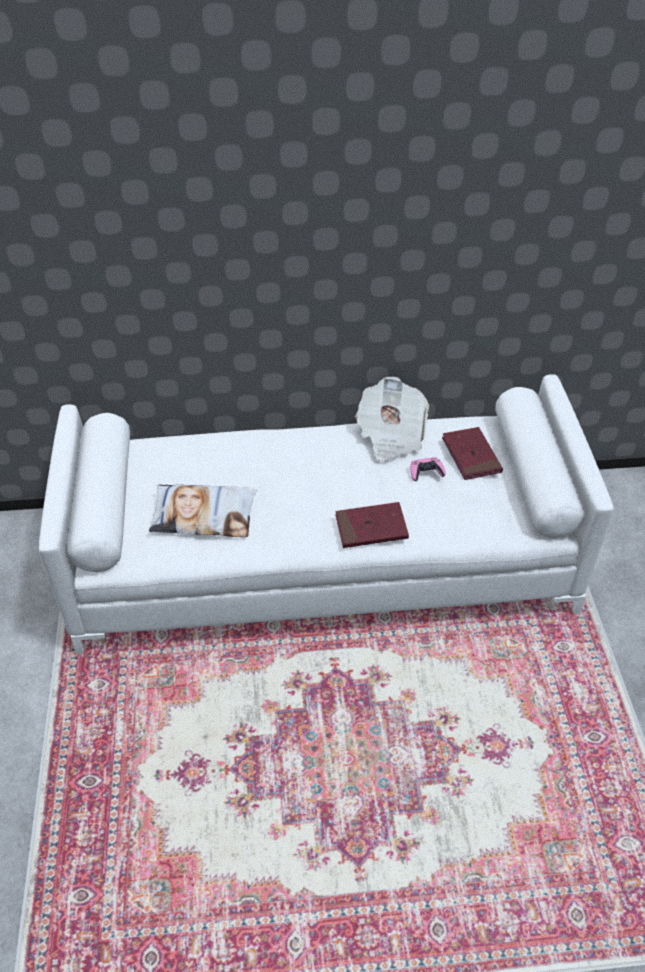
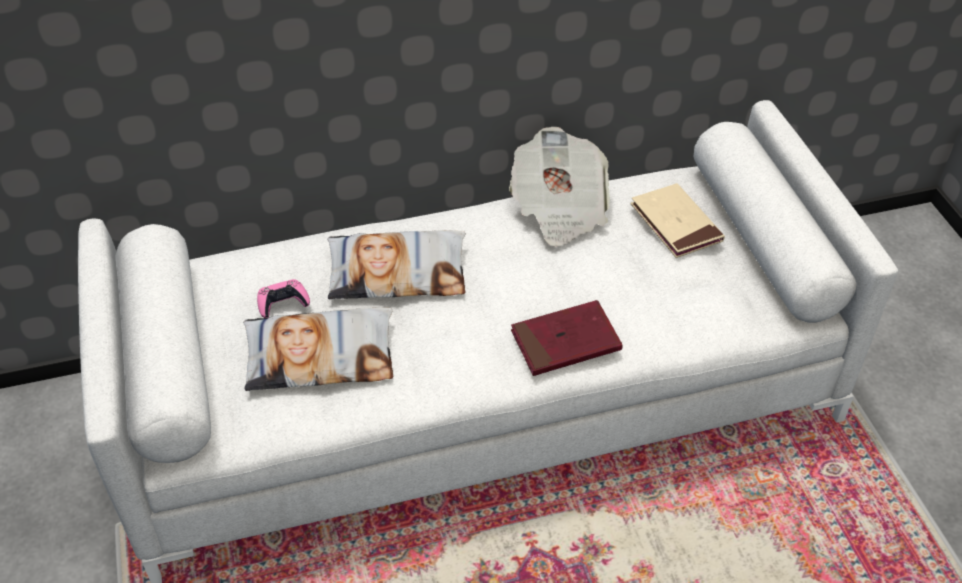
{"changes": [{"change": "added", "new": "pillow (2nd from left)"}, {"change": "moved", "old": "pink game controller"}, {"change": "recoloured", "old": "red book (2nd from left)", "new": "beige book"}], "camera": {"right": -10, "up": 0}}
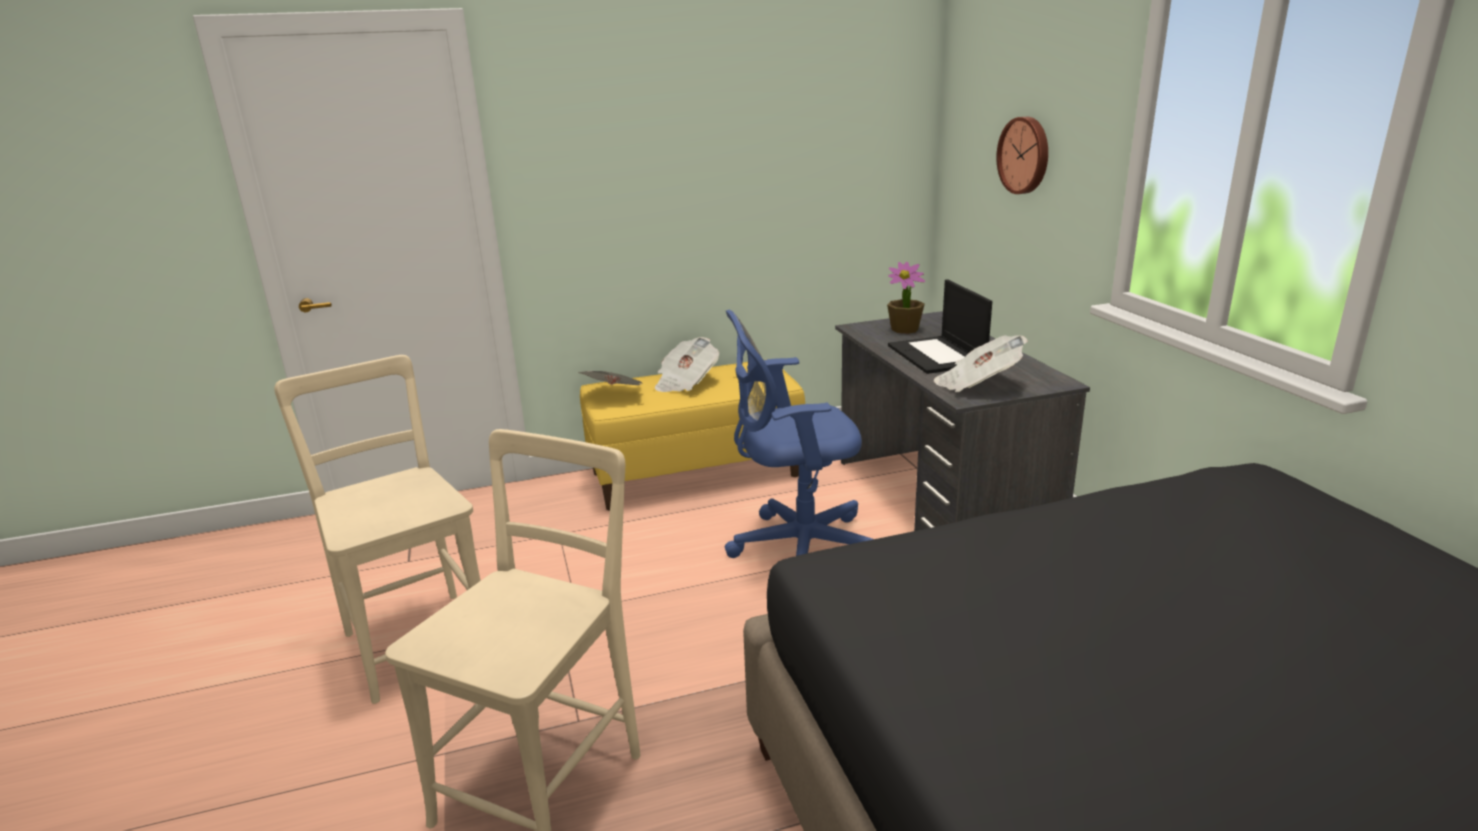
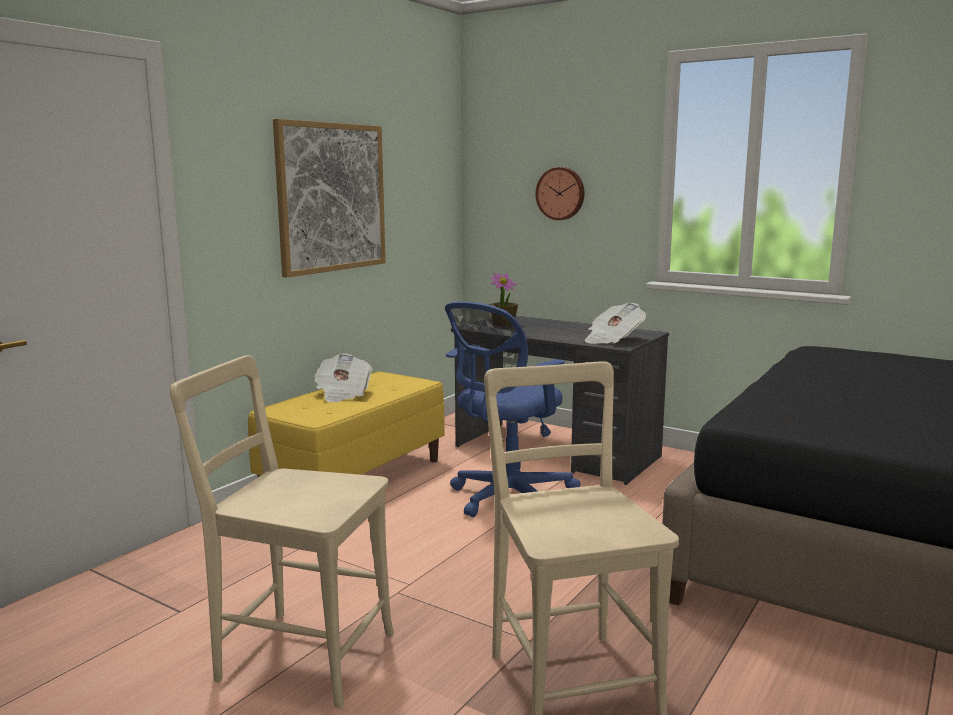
{"changes": [{"change": "removed", "old": "newspaper (1st from left)"}, {"change": "removed", "old": "laptop"}, {"change": "added", "new": "picture"}], "camera": {"right": -40, "up": -10}}
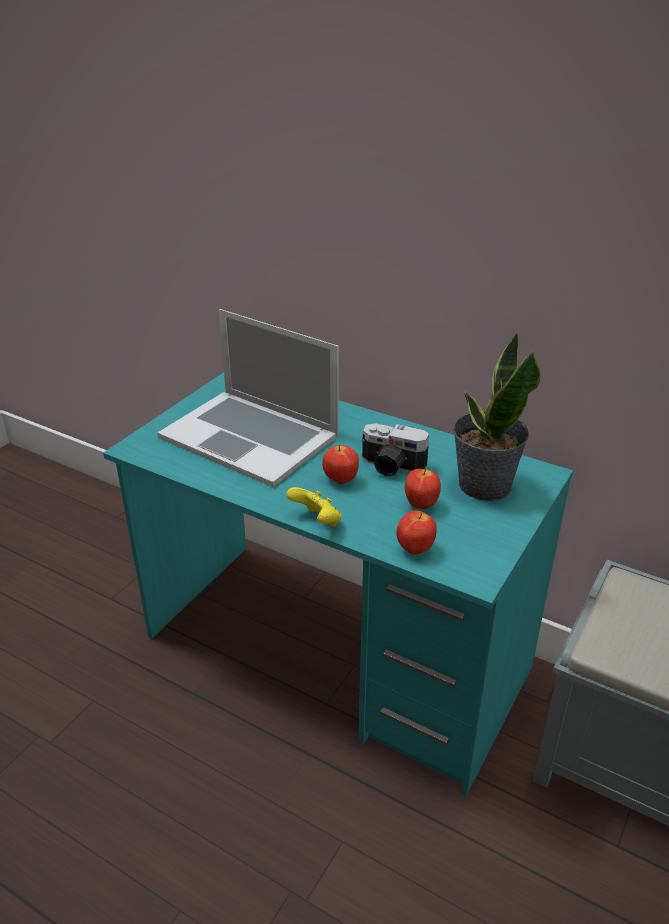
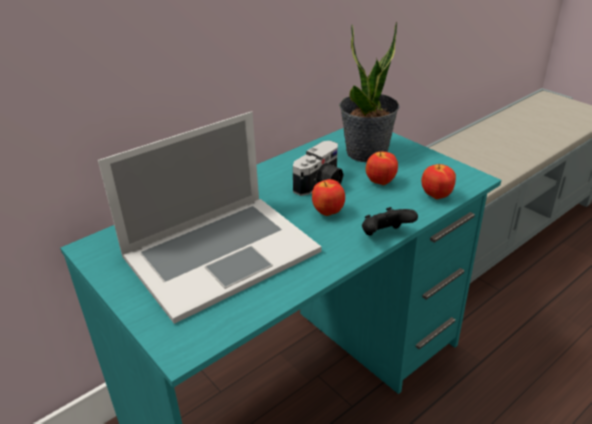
{"changes": [{"change": "recoloured", "old": "yellow game controller", "new": "black game controller"}], "camera": {"right": -70, "up": 0}}
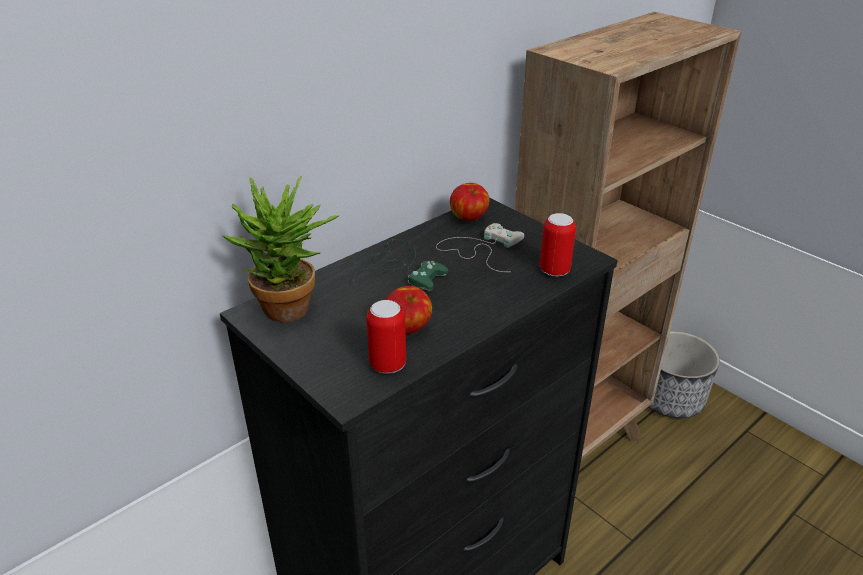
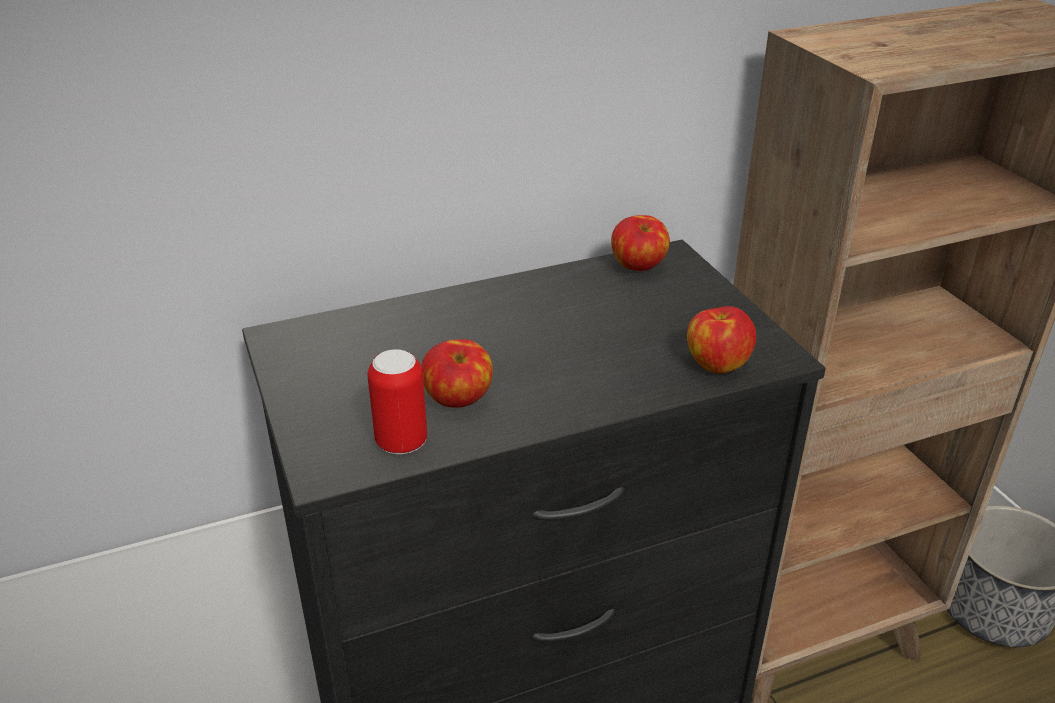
{"changes": [{"change": "removed", "old": "potted plant"}, {"change": "removed", "old": "green game controller"}, {"change": "removed", "old": "white game controller"}, {"change": "replaced", "old": "can (2nd from left)", "new": "apple (3rd from left)"}], "camera": {"right": 20, "up": 0}}
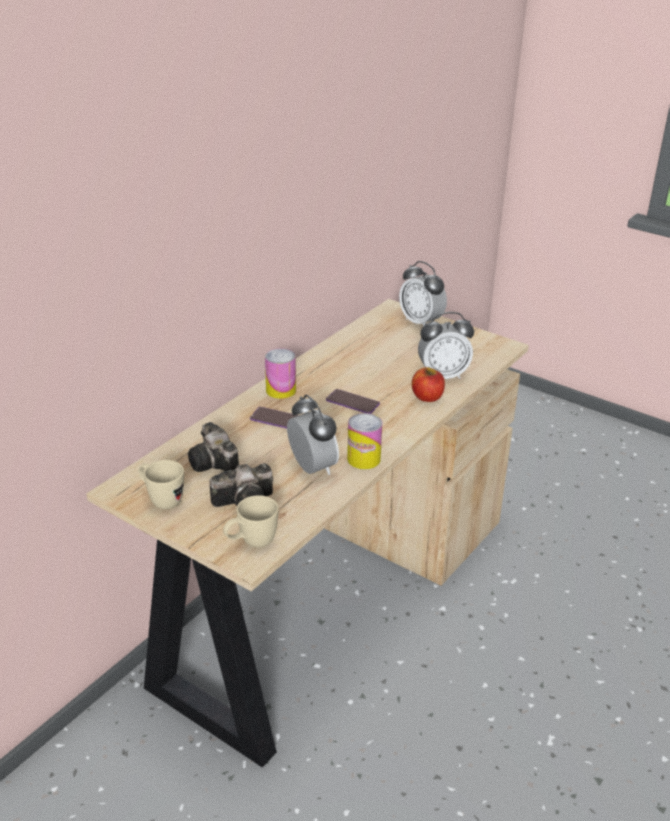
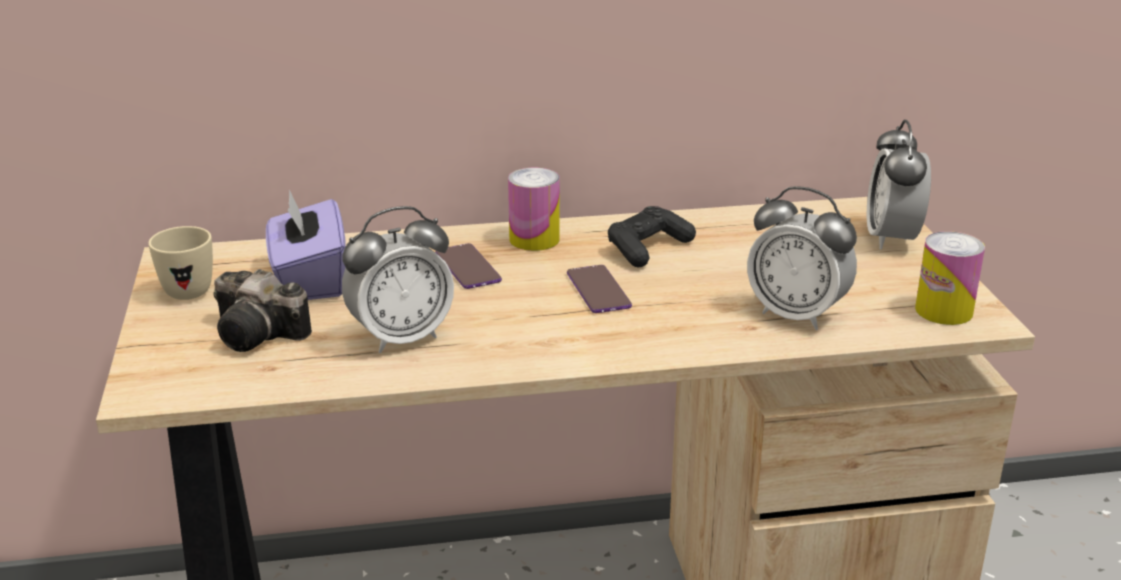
{"changes": [{"change": "removed", "old": "beige mug (2nd from left)"}, {"change": "removed", "old": "apple"}, {"change": "added", "new": "black game controller"}, {"change": "moved", "old": "can (2nd from left)"}, {"change": "replaced", "old": "photo camera (1st from left)", "new": "purple tissue box"}, {"change": "turned", "old": "alarm clock (1st from left)", "degrees": 45}], "camera": {"right": 45, "up": -5}}
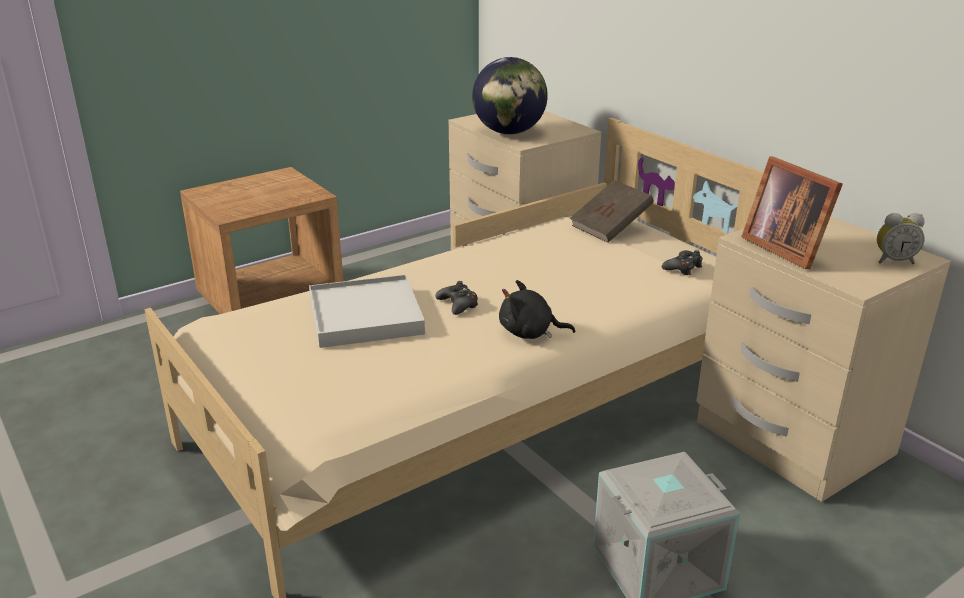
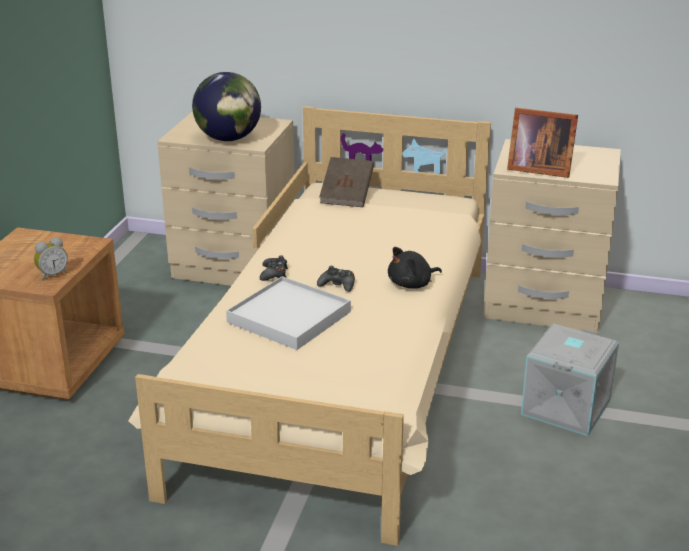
{"changes": [{"change": "moved", "old": "black game controller (2nd from left in the first image)", "new": "black game controller (1st from left)"}, {"change": "moved", "old": "alarm clock"}], "camera": {"right": -40, "up": 0}}
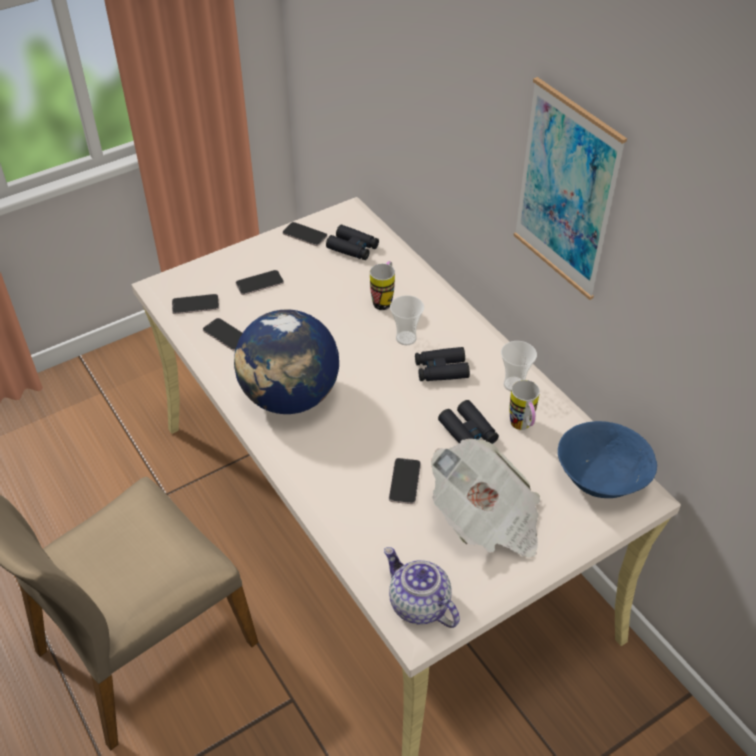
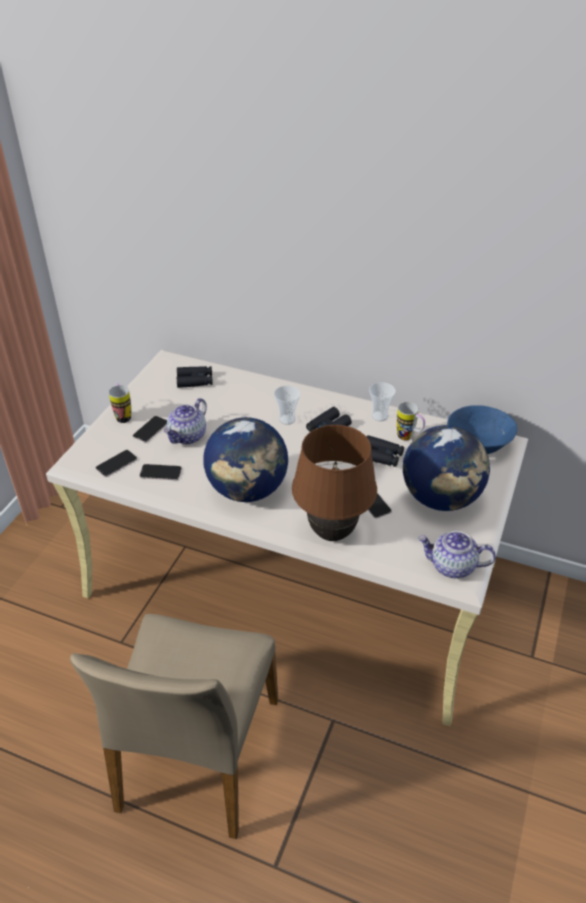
{"changes": [{"change": "removed", "old": "phone (4th from left)"}, {"change": "removed", "old": "picture"}, {"change": "added", "new": "teapot (1st from left)"}, {"change": "added", "new": "brown table lamp"}, {"change": "moved", "old": "mug (1st from left)"}, {"change": "replaced", "old": "newspaper", "new": "globe (2nd from left)"}], "camera": {"right": -35, "up": -5}}
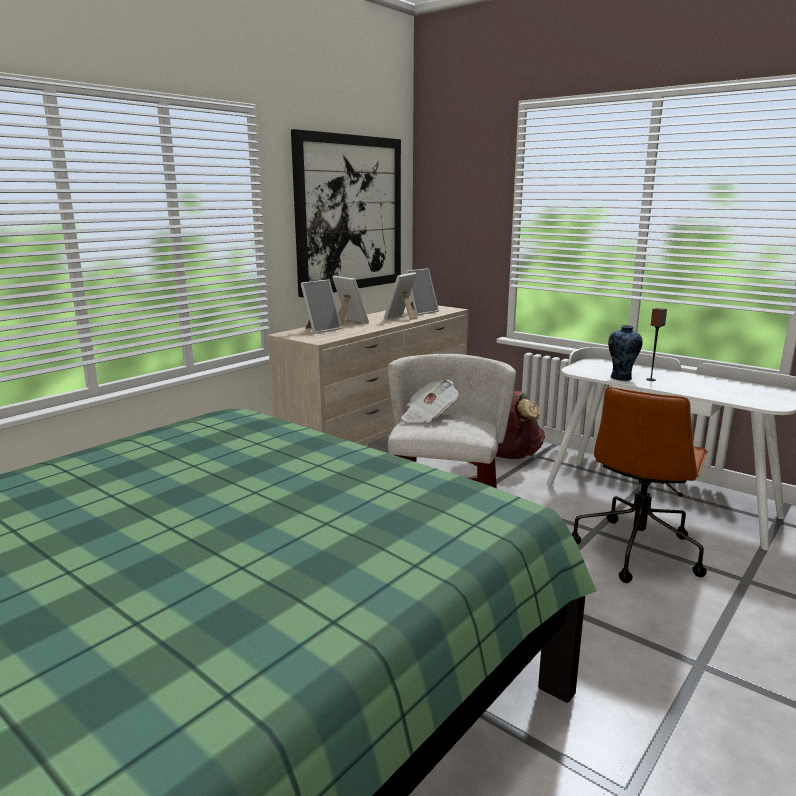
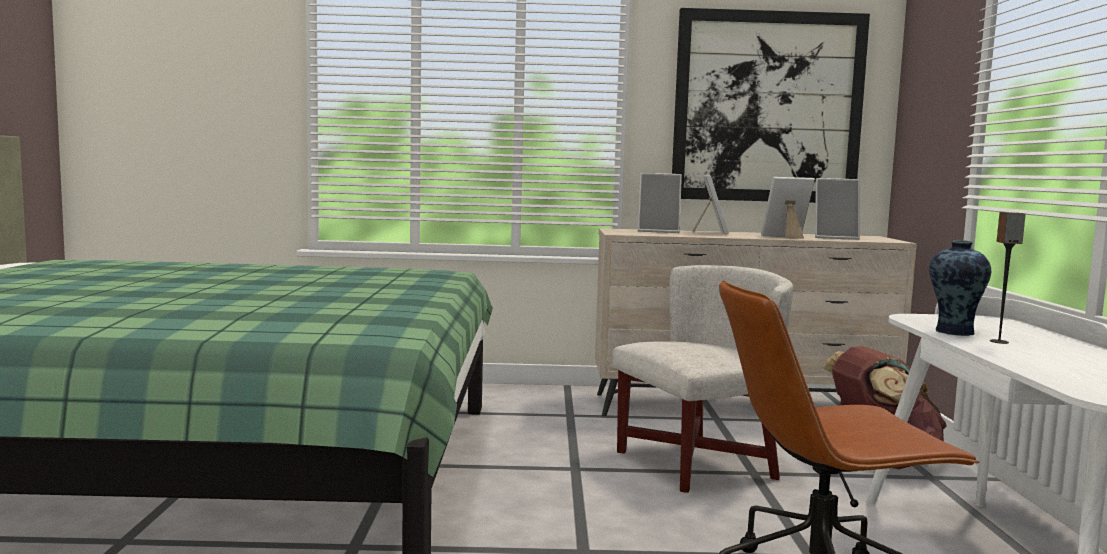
{"changes": [{"change": "removed", "old": "newspaper"}], "camera": {"right": 50, "up": -10}}
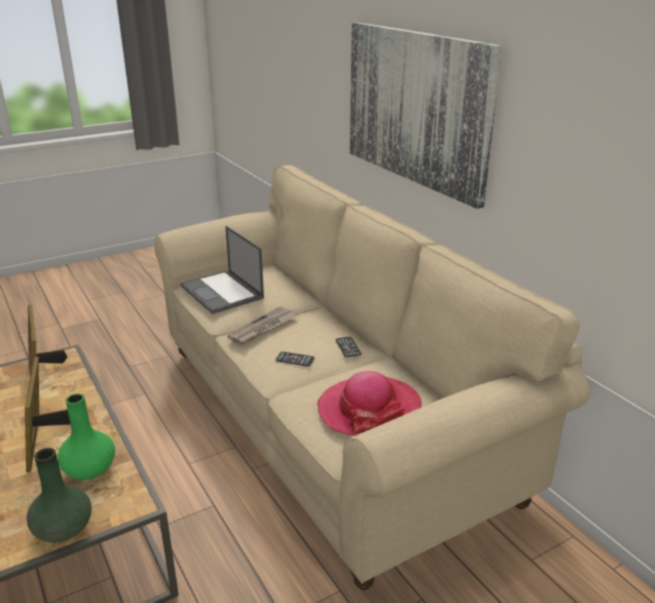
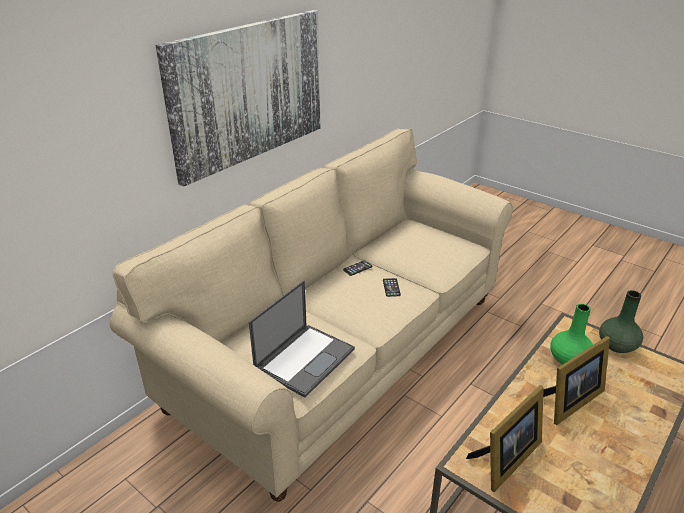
{"changes": [{"change": "removed", "old": "newspaper"}, {"change": "removed", "old": "hat"}], "camera": {"right": -110, "up": 5}}
